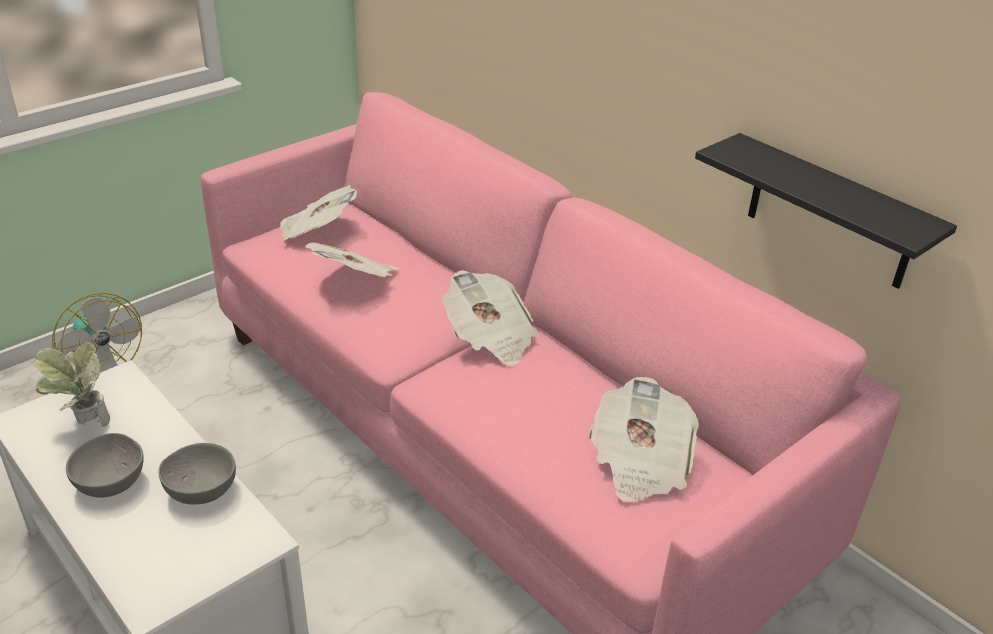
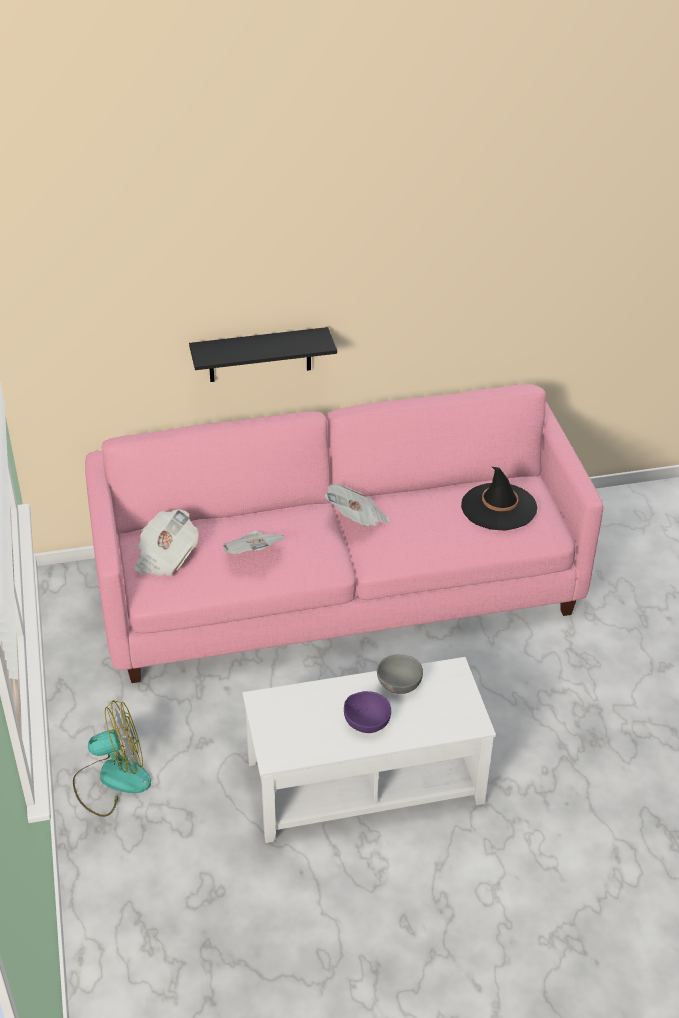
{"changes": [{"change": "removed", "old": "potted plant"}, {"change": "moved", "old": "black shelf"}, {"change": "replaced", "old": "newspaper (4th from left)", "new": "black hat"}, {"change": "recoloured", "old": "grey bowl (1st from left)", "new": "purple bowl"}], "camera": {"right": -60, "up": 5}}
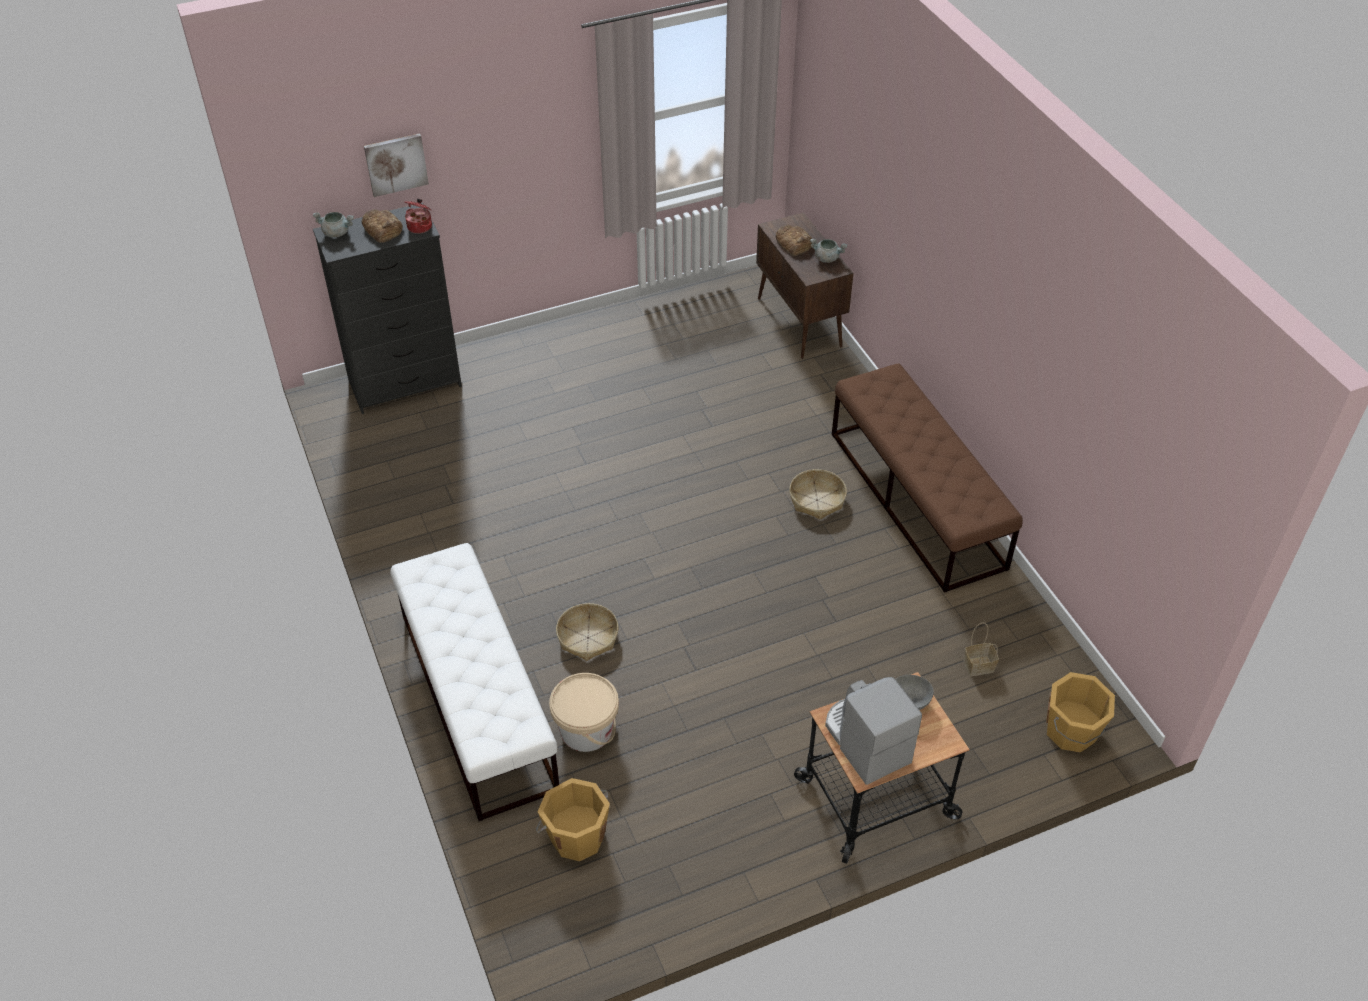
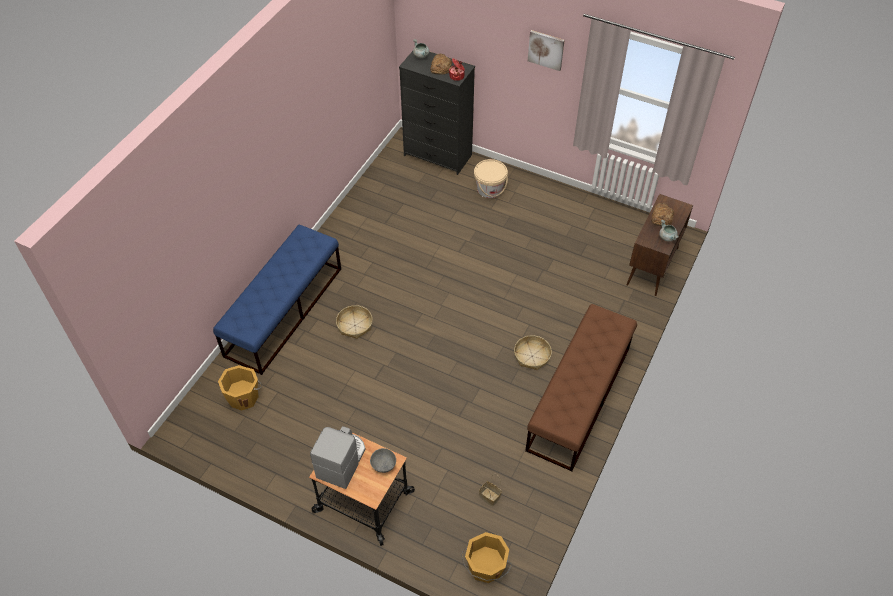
{"changes": [{"change": "moved", "old": "picture"}, {"change": "moved", "old": "beige bucket"}, {"change": "recoloured", "old": "white bench", "new": "blue bench"}], "camera": {"right": 50, "up": 5}}
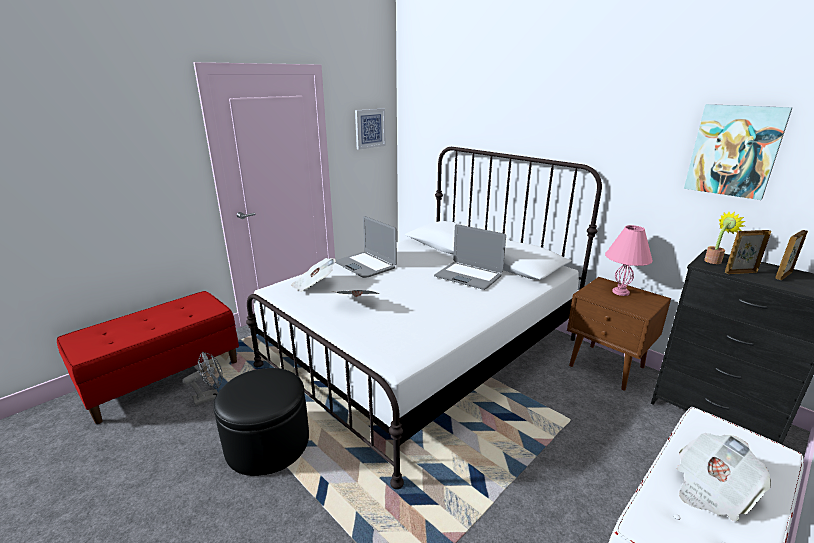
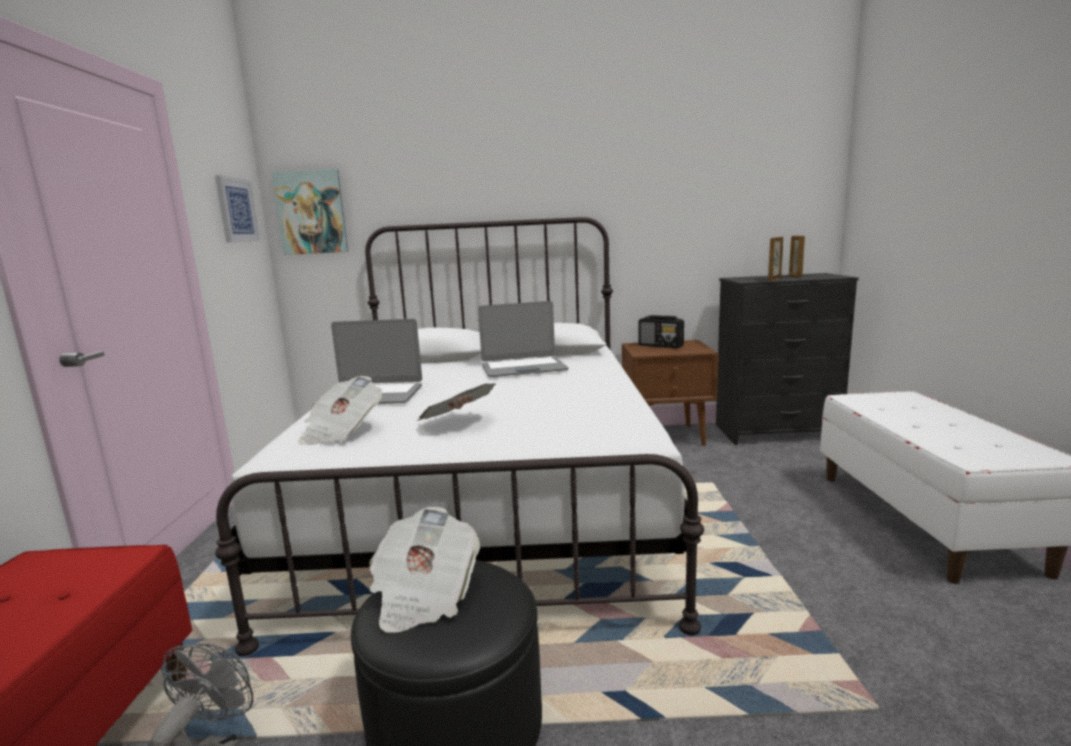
{"changes": [{"change": "removed", "old": "potted plant"}, {"change": "moved", "old": "newspaper (3rd from left in the first image)", "new": "newspaper (2nd from left)"}, {"change": "moved", "old": "picture (2nd from left)"}, {"change": "replaced", "old": "pink table lamp", "new": "radio"}], "camera": {"right": -45, "up": -10}}
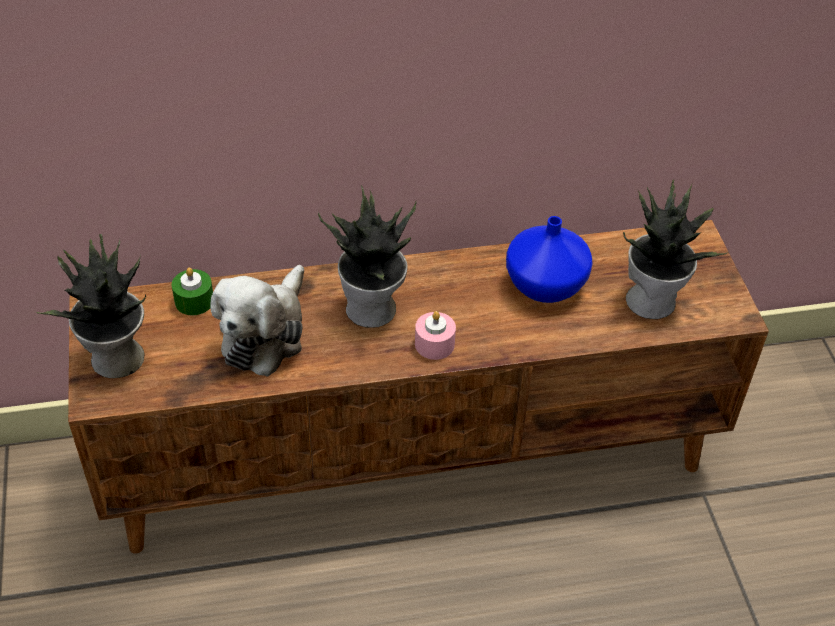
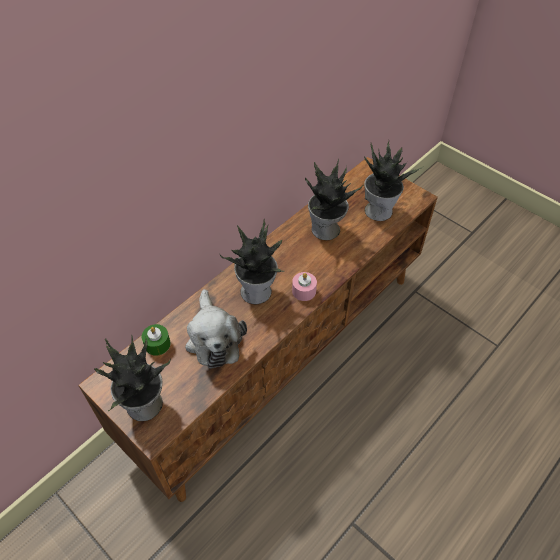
{"changes": [{"change": "replaced", "old": "blue vase", "new": "potted plant (3rd from left)"}], "camera": {"right": -35, "up": 5}}
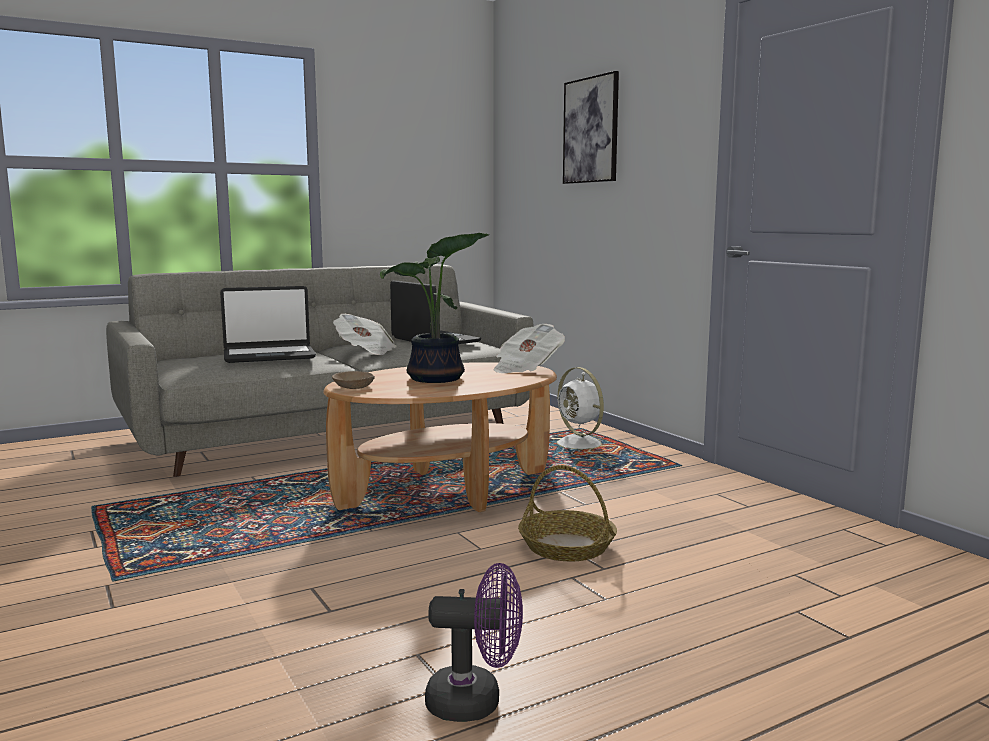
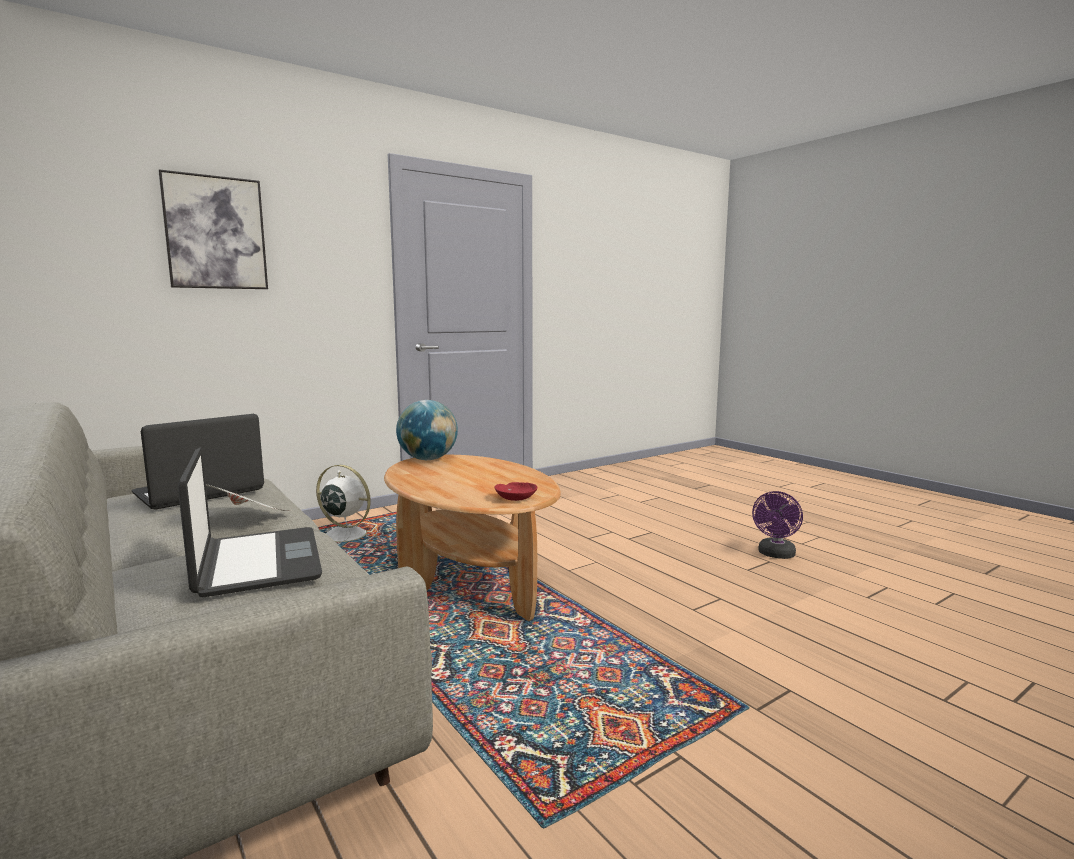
{"changes": [{"change": "removed", "old": "potted plant"}, {"change": "removed", "old": "basket"}, {"change": "replaced", "old": "newspaper (2nd from left)", "new": "globe"}, {"change": "recoloured", "old": "beige bowl", "new": "red bowl"}, {"change": "turned", "old": "purple fan", "degrees": -150}, {"change": "turned", "old": "white fan", "degrees": -120}], "camera": {"right": -95, "up": 0}}
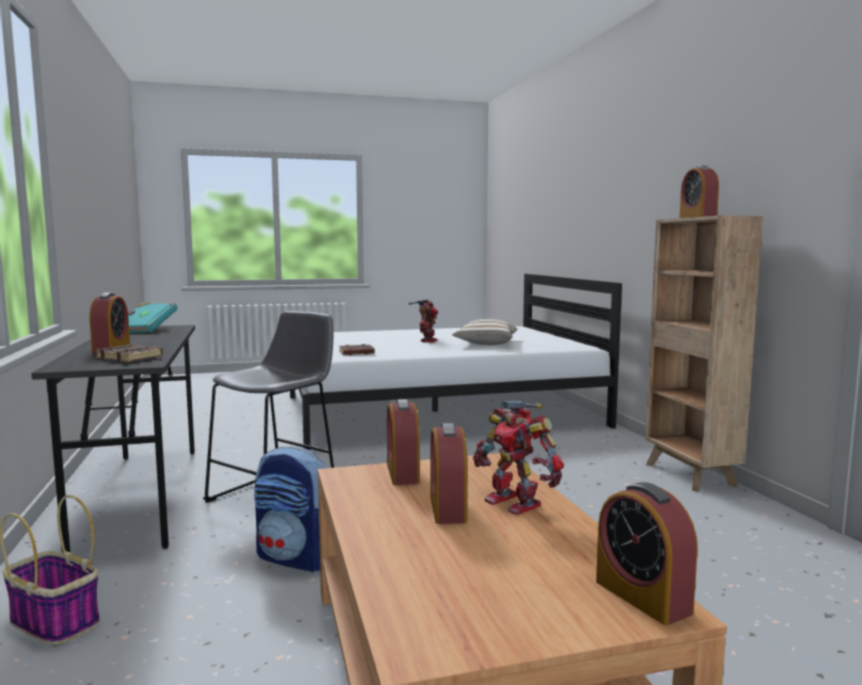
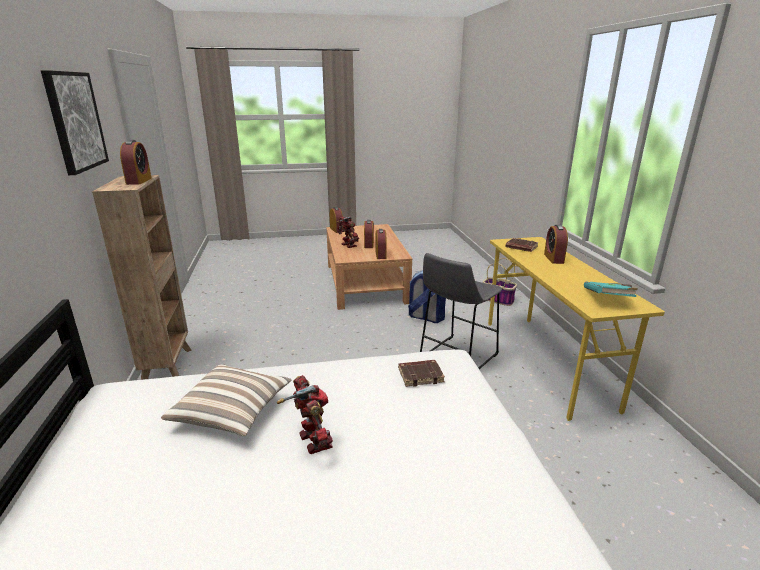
{"changes": [{"change": "added", "new": "picture"}, {"change": "recoloured", "old": "grey desk", "new": "yellow desk"}, {"change": "turned", "old": "toy robot (1st from left)", "degrees": 135}], "camera": {"right": -175, "up": 15}}
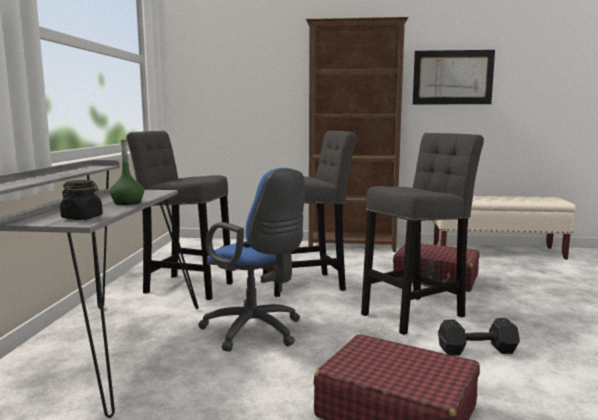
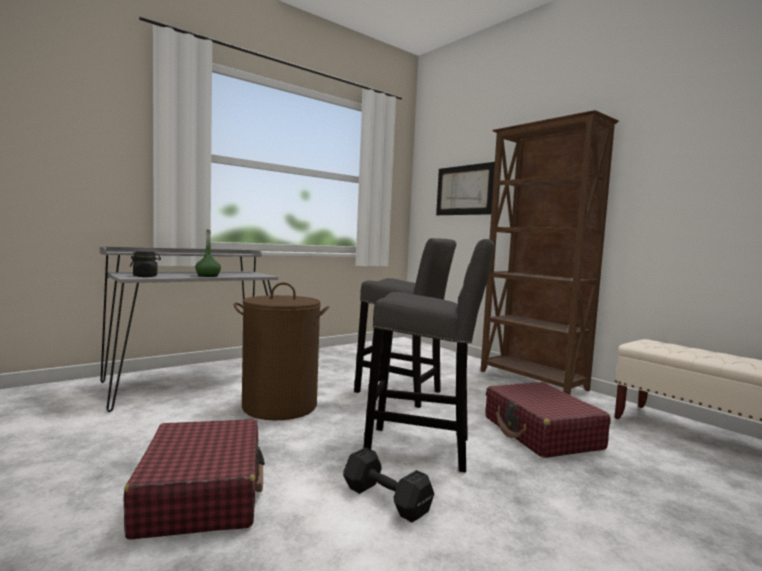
{"changes": [{"change": "removed", "old": "grey stool (1st from left)"}, {"change": "moved", "old": "picture"}, {"change": "replaced", "old": "blue office chair", "new": "brown laundry basket"}], "camera": {"right": 45, "up": -5}}
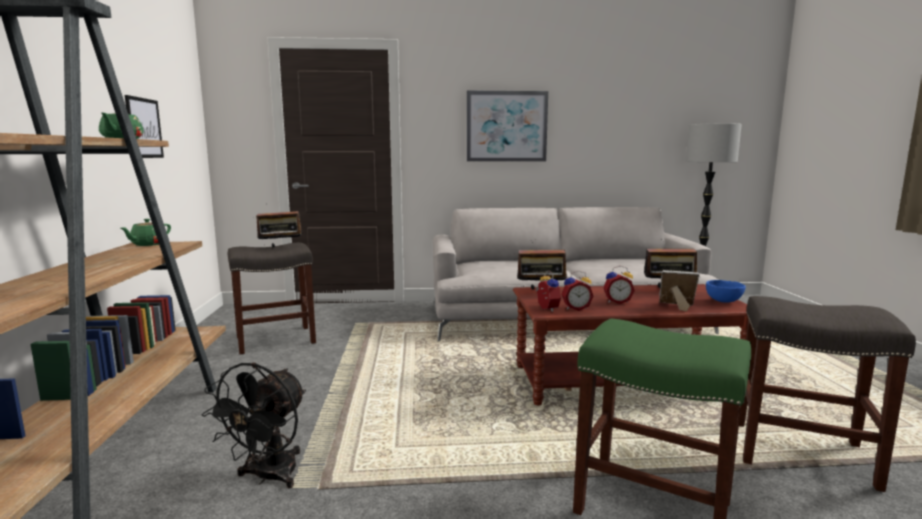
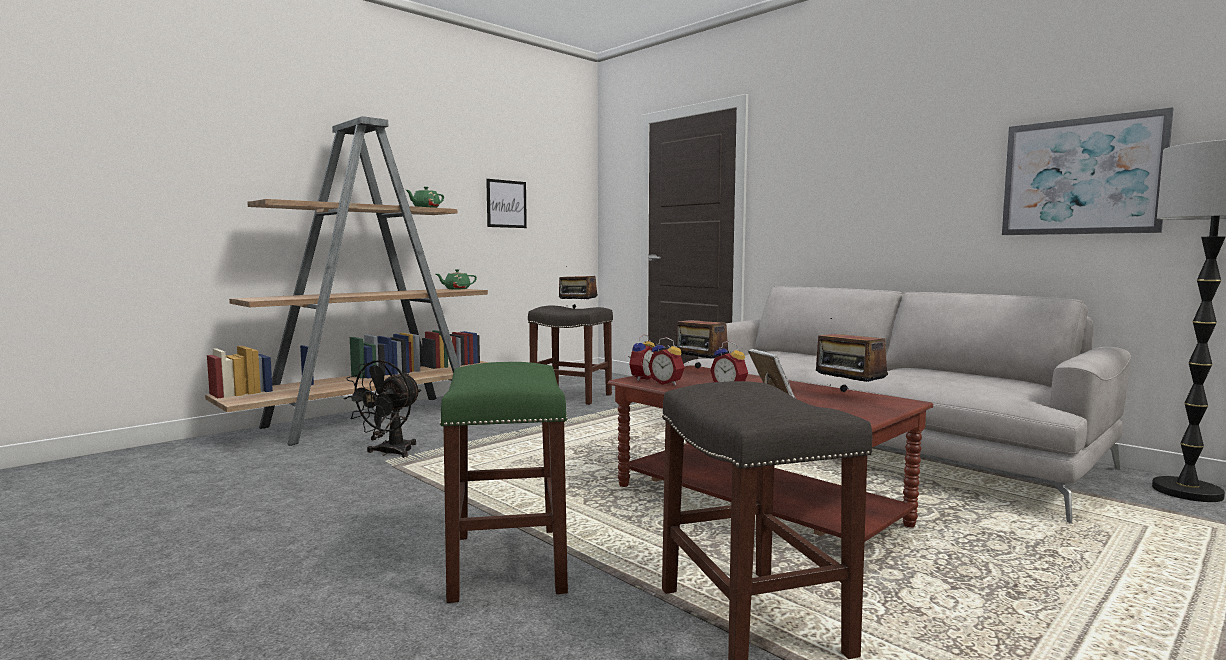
{"changes": [{"change": "removed", "old": "blue bowl"}, {"change": "moved", "old": "picture (2nd from left)"}, {"change": "turned", "old": "black fan", "degrees": -45}], "camera": {"right": 50, "up": -5}}
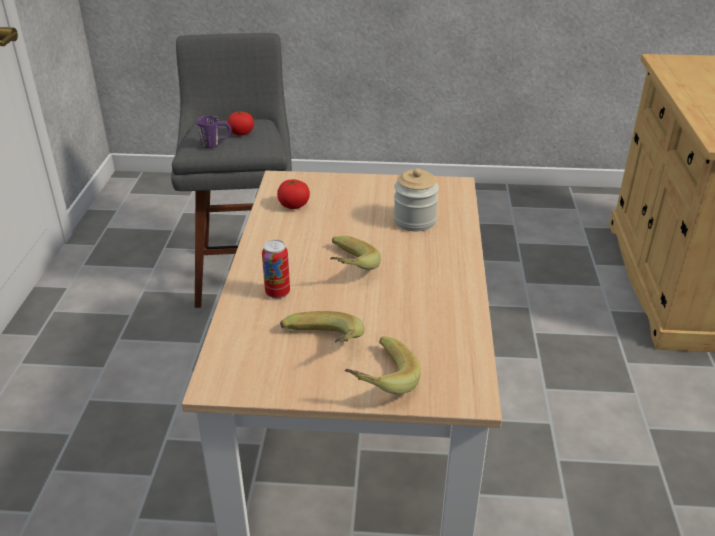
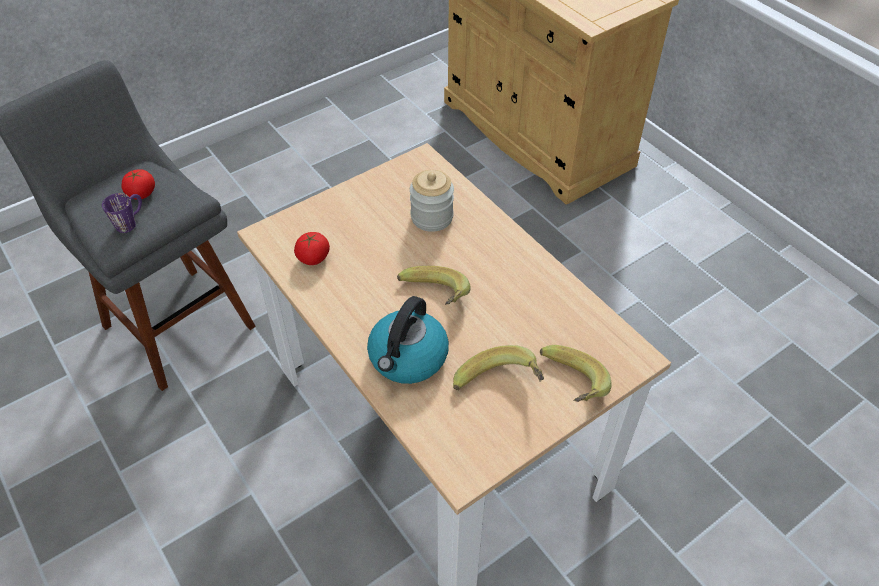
{"changes": [{"change": "replaced", "old": "can", "new": "kettle"}], "camera": {"right": -40, "up": 15}}
